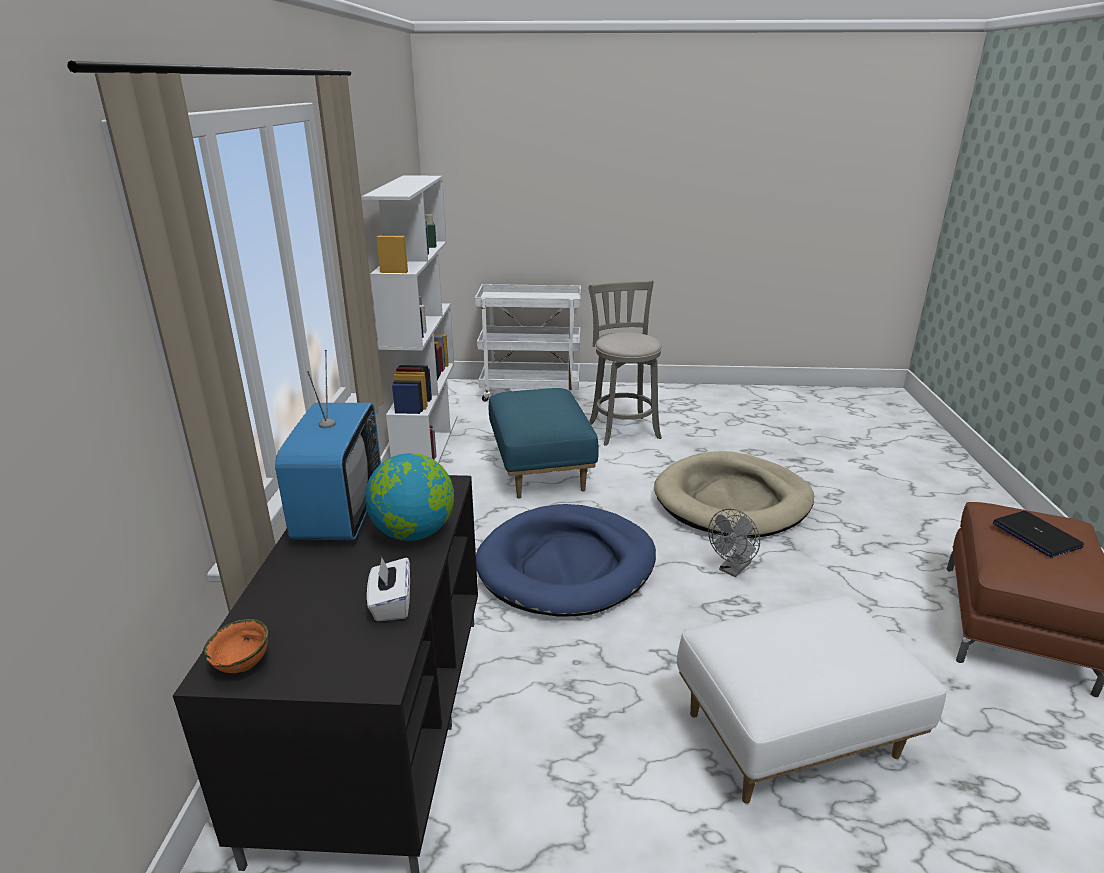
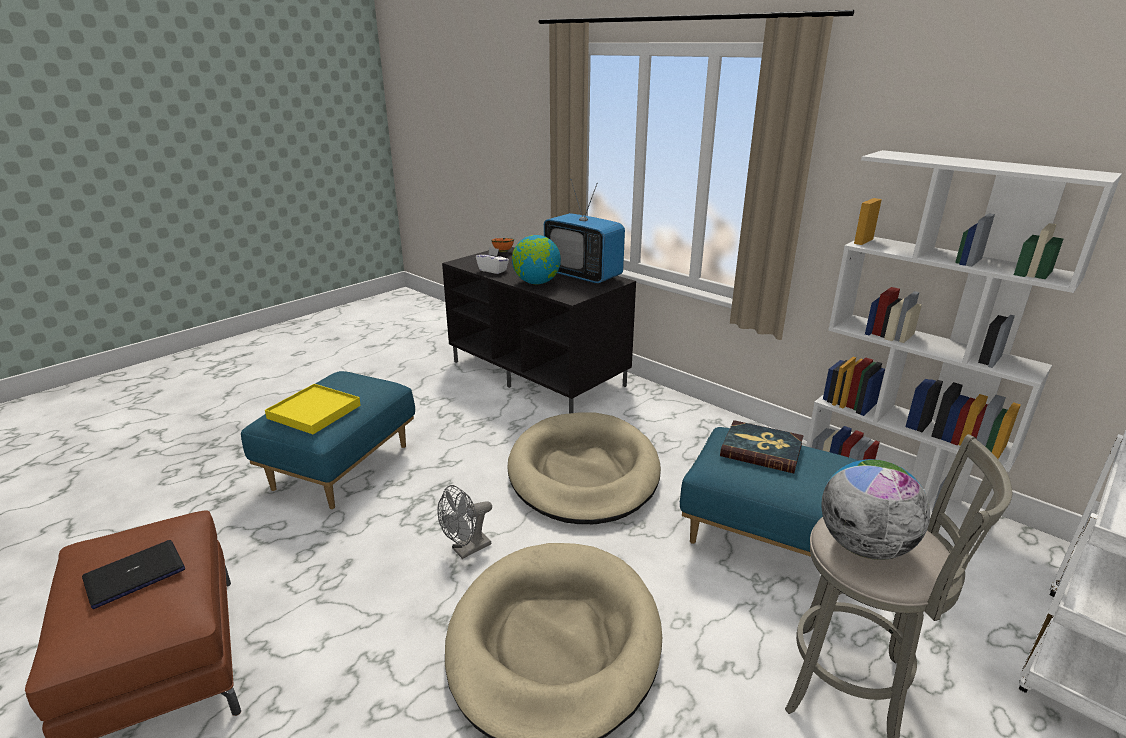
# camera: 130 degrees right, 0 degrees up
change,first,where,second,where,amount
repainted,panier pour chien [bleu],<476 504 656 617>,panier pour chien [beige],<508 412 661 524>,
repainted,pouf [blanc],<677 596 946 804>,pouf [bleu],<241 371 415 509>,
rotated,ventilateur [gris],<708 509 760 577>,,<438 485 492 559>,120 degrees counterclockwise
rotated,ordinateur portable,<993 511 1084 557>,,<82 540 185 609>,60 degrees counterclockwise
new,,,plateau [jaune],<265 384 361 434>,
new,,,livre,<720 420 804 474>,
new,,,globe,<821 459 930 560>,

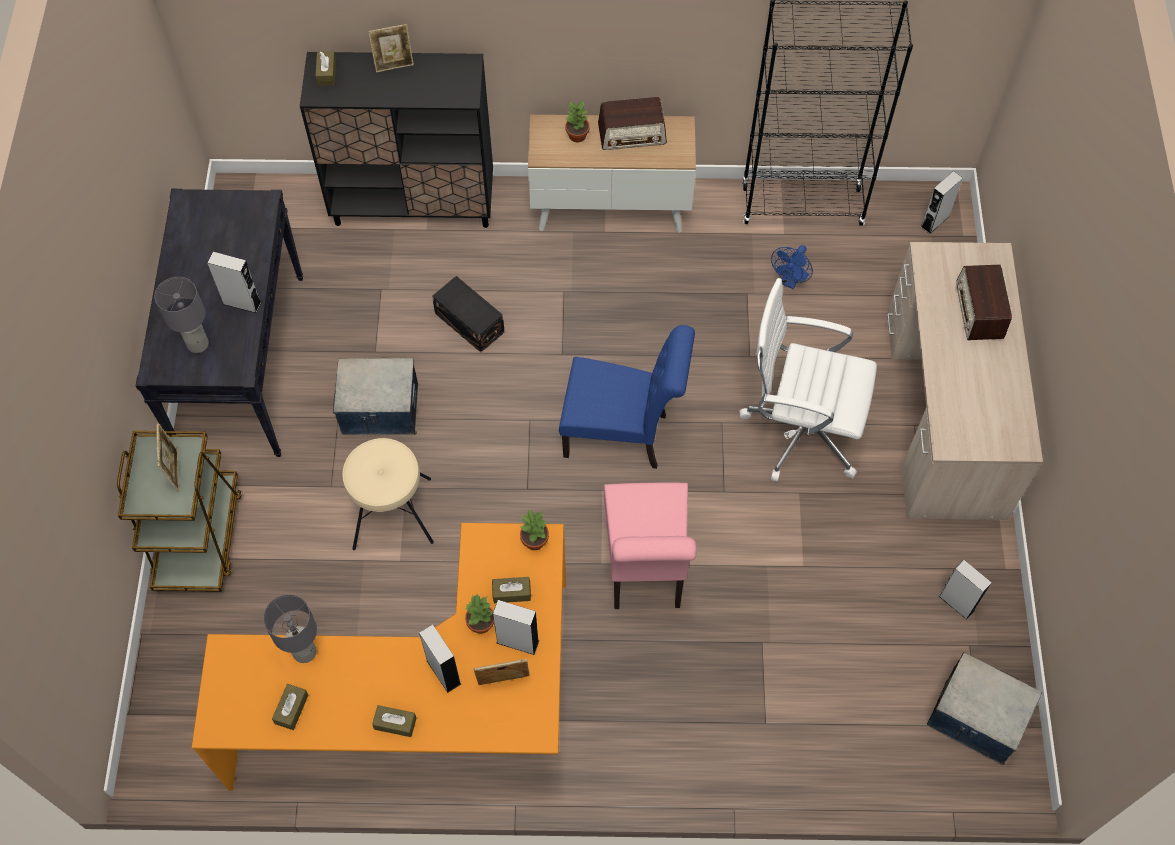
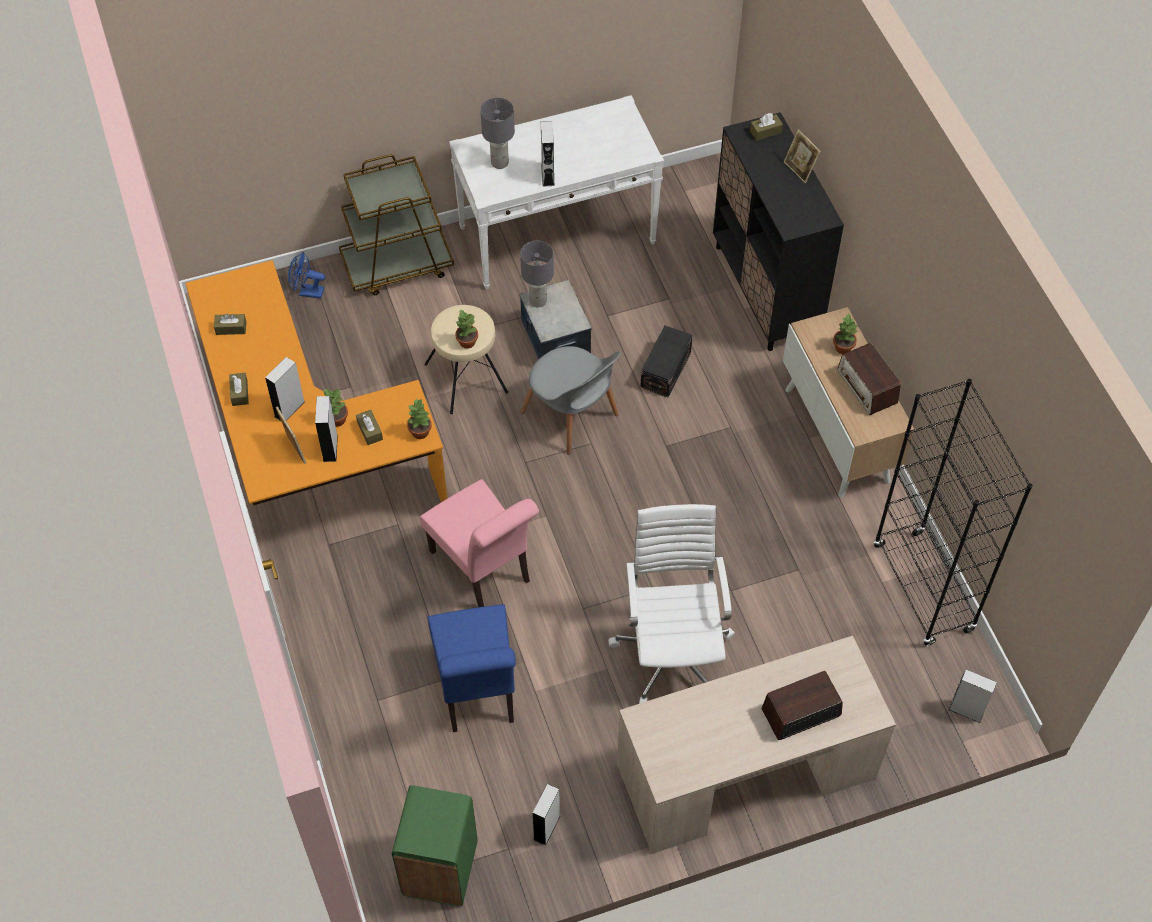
# camera: 70 degrees right, 5 degrees down
change,first,where,second,where,amount
repainted,table console [noir],<136 189 303 457>,table console [blanc],<449 95 664 289>,
gone,cadre photo,<156 423 179 492>,,,
shifted,lampe de table [gris],<263 594 317 663>,,<520 240 554 307>,
shifted,chaise [bleu],<559 325 695 469>,,<428 604 516 732>,
rotated,chaise [rose],<604 483 697 609>,,<420 479 539 607>,105 degrees counterclockwise
shifted,ventilateur [bleu],<771 245 813 289>,,<288 252 325 299>,
swapped,boîte de rangement,<927 652 1042 765>,poubelle [vert],<392 785 478 906>,
new,,,plante en pot,<455 309 478 349>,
new,,,chaise [gris],<521 346 621 455>,

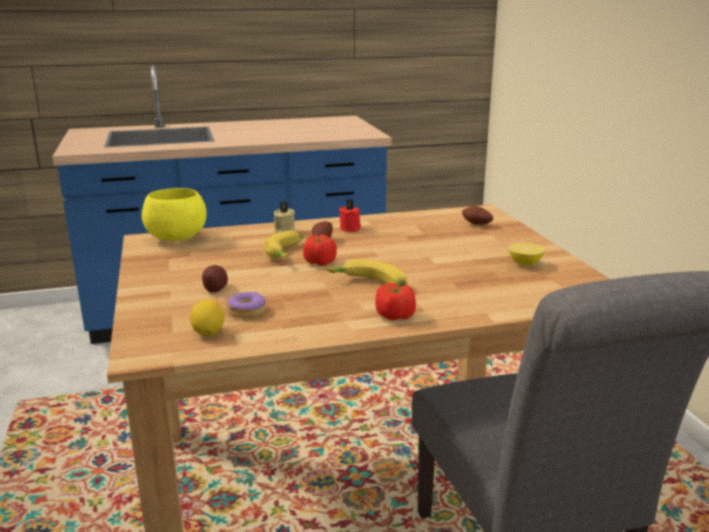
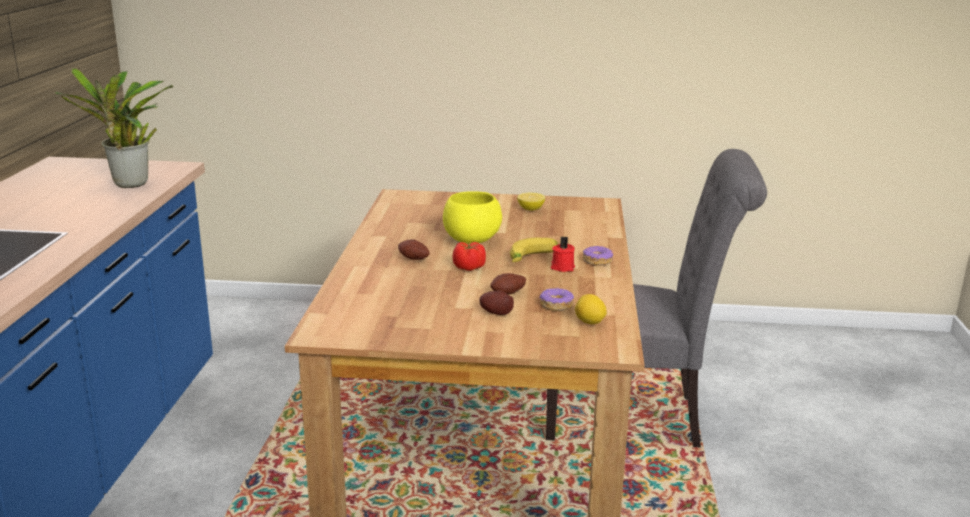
# camera: 70 degrees left, 0 degrees up
change,first,where,second,where,amount
shifted,bol [jaune],<142 188 207 241>,,<443 191 502 244>,
gone,banane,<264 231 303 260>,,,
gone,bougie [beige],<274 201 295 234>,,,
shifted,bougie [rouge],<339 199 361 232>,,<551 236 575 272>,
swapped,tomate,<375 283 416 320>,beignet,<583 246 613 266>,
shifted,pomme de terre,<462 206 493 225>,,<490 273 526 295>,
new,,,plante en pot,<55 68 173 188>,

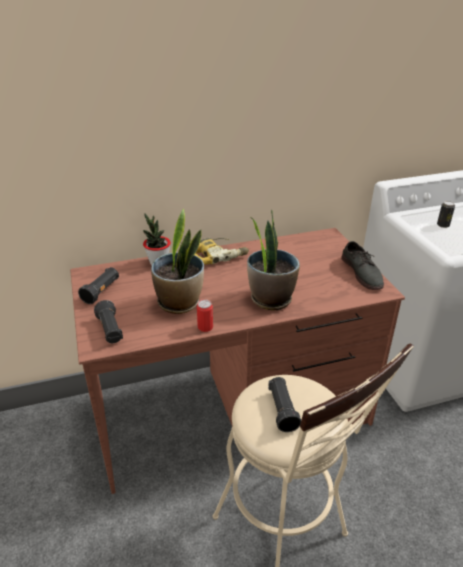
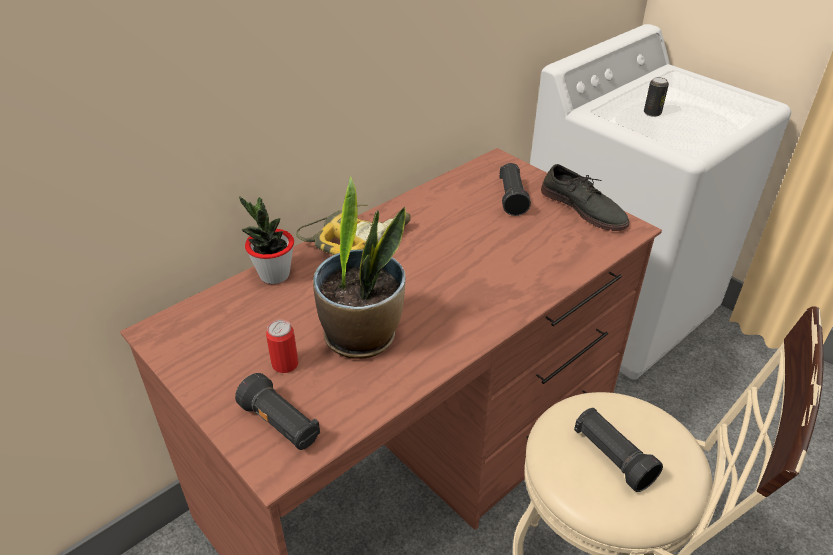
# camera: 25 degrees left, 5 degrees up
change,first,where,second,where,amount
shifted,lampe de poche [noir],<78 267 119 304>,,<499 163 531 216>,
shifted,boîte métallique,<197 299 213 332>,,<266 319 298 373>,
gone,plante en pot,<247 210 300 310>,,,

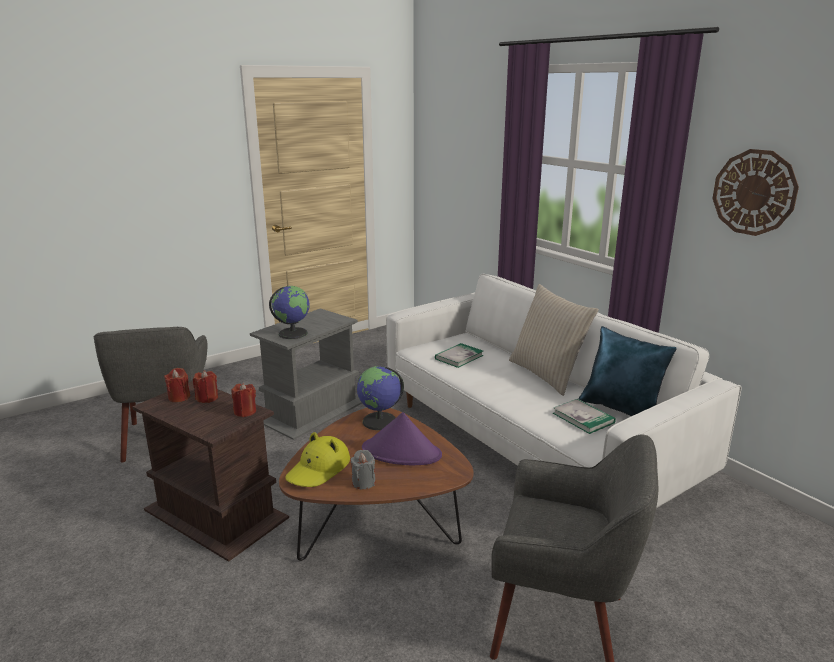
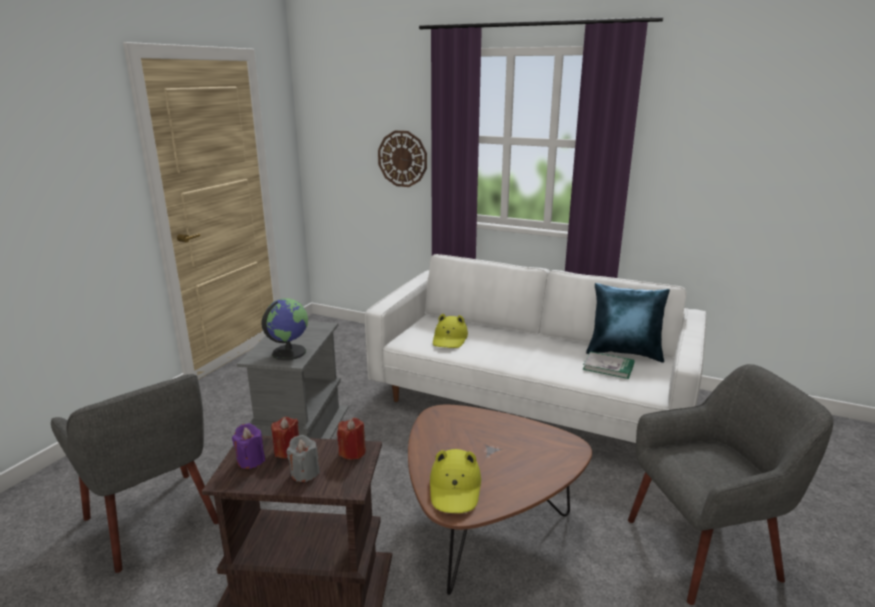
# camera: 30 degrees left, 0 degrees up
change,first,where,second,where,amount
repainted,bougie [rouge],<164 368 190 402>,bougie [violet],<232 423 265 469>,
shifted,bougie [gris],<350 450 376 489>,,<286 435 320 482>,
gone,globe,<357 366 404 430>,,,
gone,chapeau [violet],<362 412 442 465>,,,
swapped,livre,<435 343 484 368>,chapeau [jaune],<433 314 468 348>,
gone,coussin [beige],<509 284 599 396>,,,
shifted,horloge murale,<712 149 799 236>,,<378 130 427 187>,

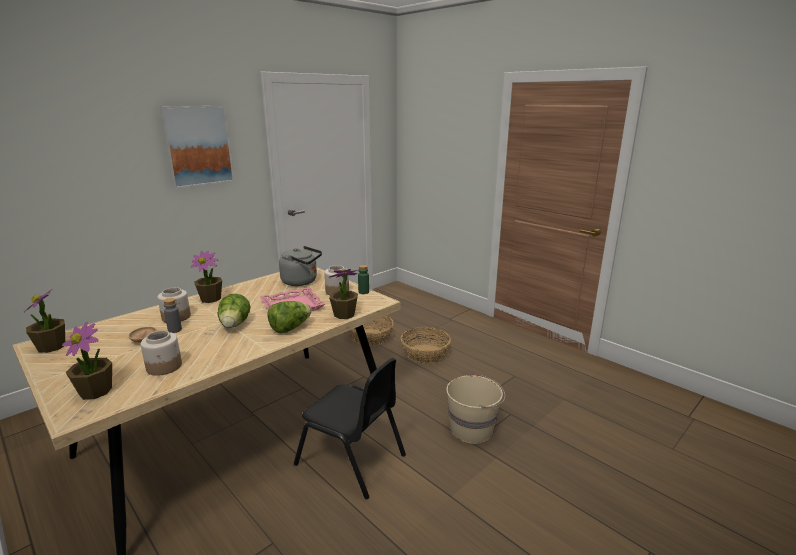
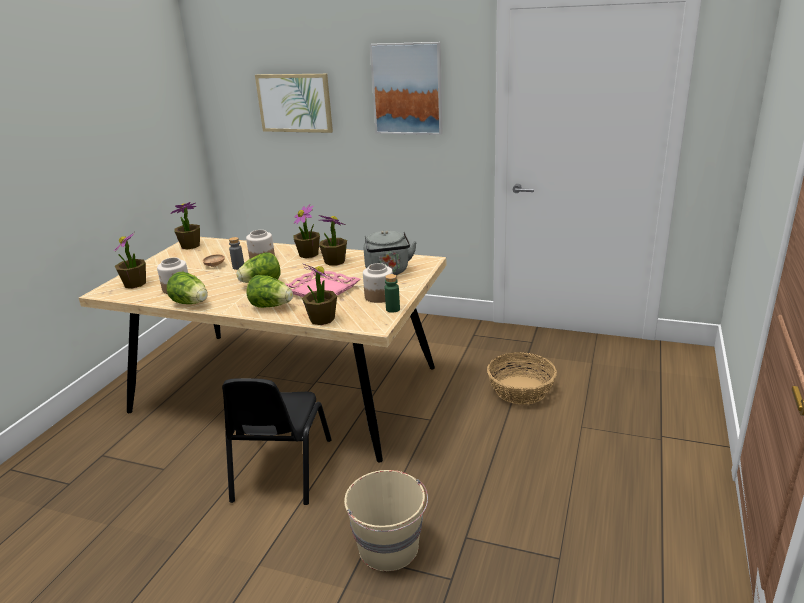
# camera: 65 degrees right, 5 degrees up
change,first,where,second,where,amount
gone,panier,<400 327 451 364>,,,
new,,,laitue,<167 272 208 304>,
new,,,tableau,<255 74 333 133>,
new,,,plante en pot,<318 215 347 266>,

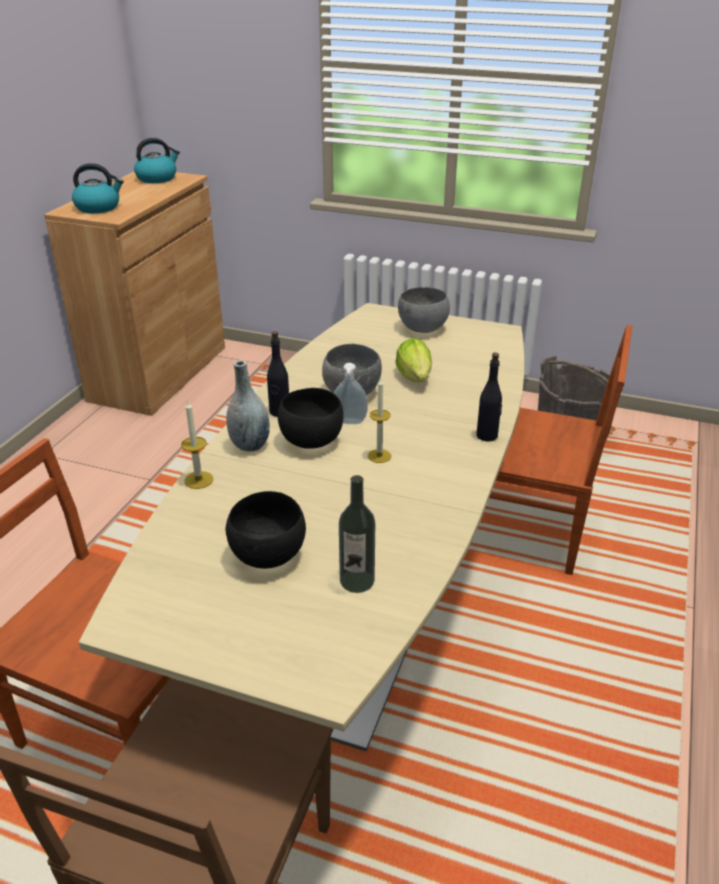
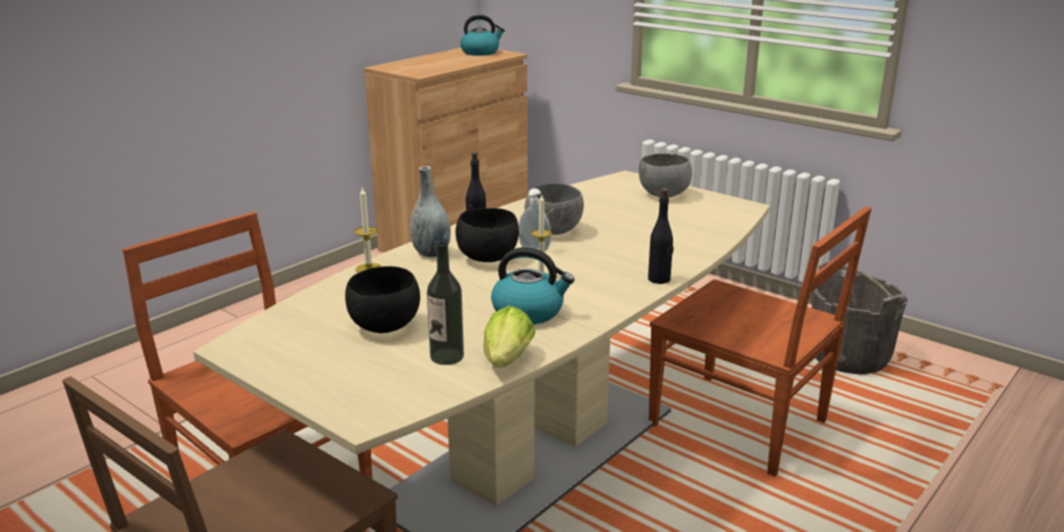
# camera: 20 degrees right, 10 degrees down
change,first,where,second,where,amount
shifted,bouilloire,<72 163 124 213>,,<491 247 575 324>,
shifted,laitue,<395 338 432 382>,,<484 306 535 367>,

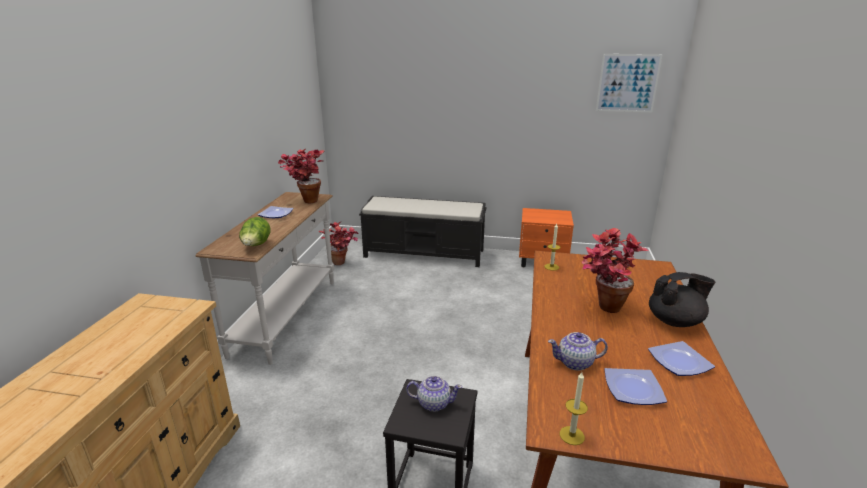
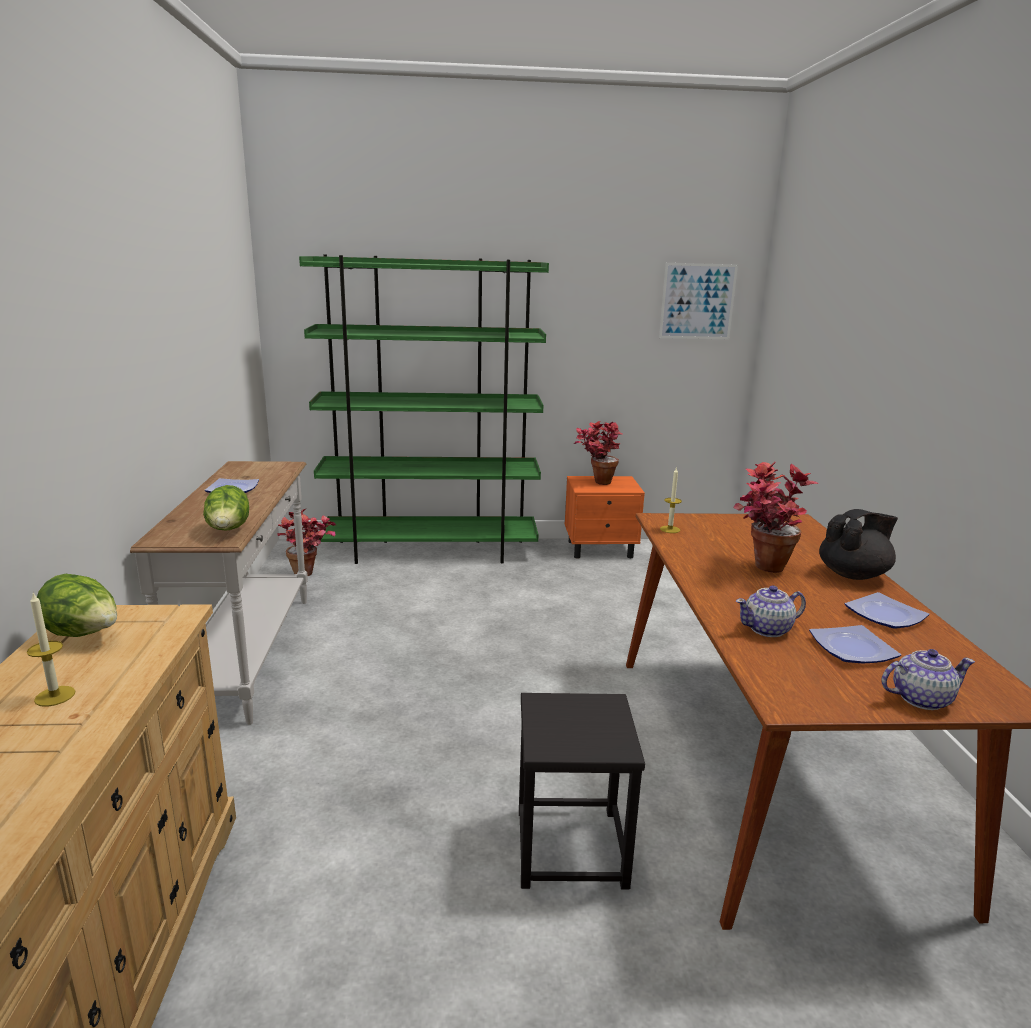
# camera: 15 degrees left, 5 degrees down
change,first,where,second,where,amount
shifted,plante en pot,<278 149 324 204>,,<573 421 624 485>,
swapped,banc [noir],<359 196 486 267>,bibliothèque [vert],<299 254 549 564>,
shifted,théière,<406 376 462 412>,,<881 649 975 710>,
shifted,bougie,<560 372 588 445>,,<27 593 75 707>,
new,,,laitue,<37 574 117 637>,

